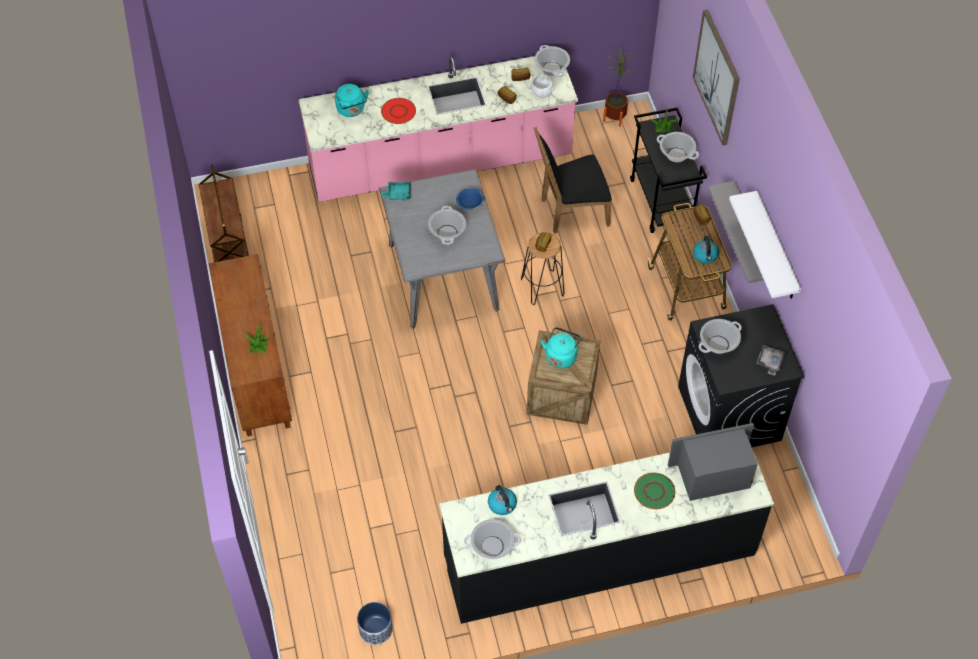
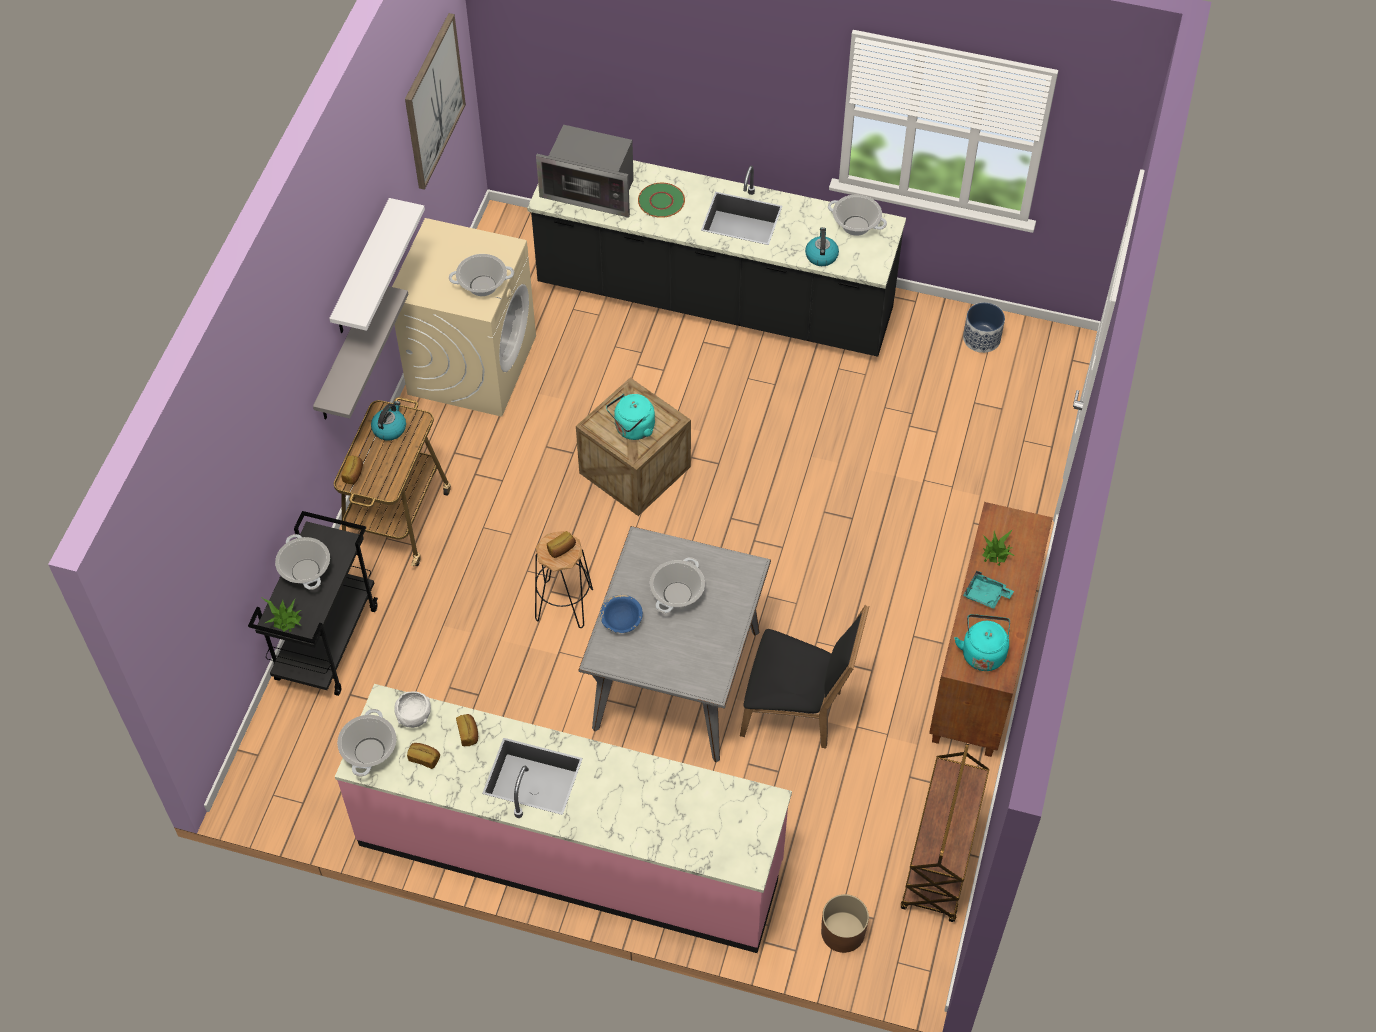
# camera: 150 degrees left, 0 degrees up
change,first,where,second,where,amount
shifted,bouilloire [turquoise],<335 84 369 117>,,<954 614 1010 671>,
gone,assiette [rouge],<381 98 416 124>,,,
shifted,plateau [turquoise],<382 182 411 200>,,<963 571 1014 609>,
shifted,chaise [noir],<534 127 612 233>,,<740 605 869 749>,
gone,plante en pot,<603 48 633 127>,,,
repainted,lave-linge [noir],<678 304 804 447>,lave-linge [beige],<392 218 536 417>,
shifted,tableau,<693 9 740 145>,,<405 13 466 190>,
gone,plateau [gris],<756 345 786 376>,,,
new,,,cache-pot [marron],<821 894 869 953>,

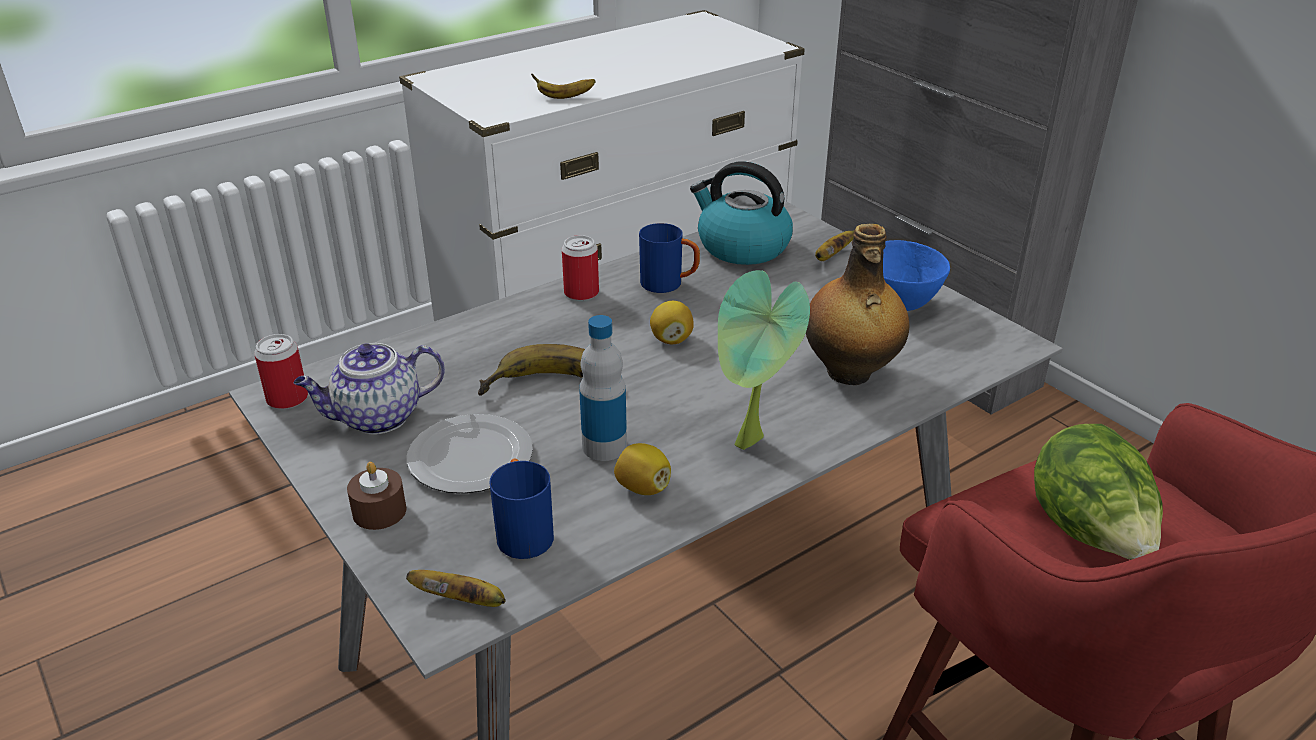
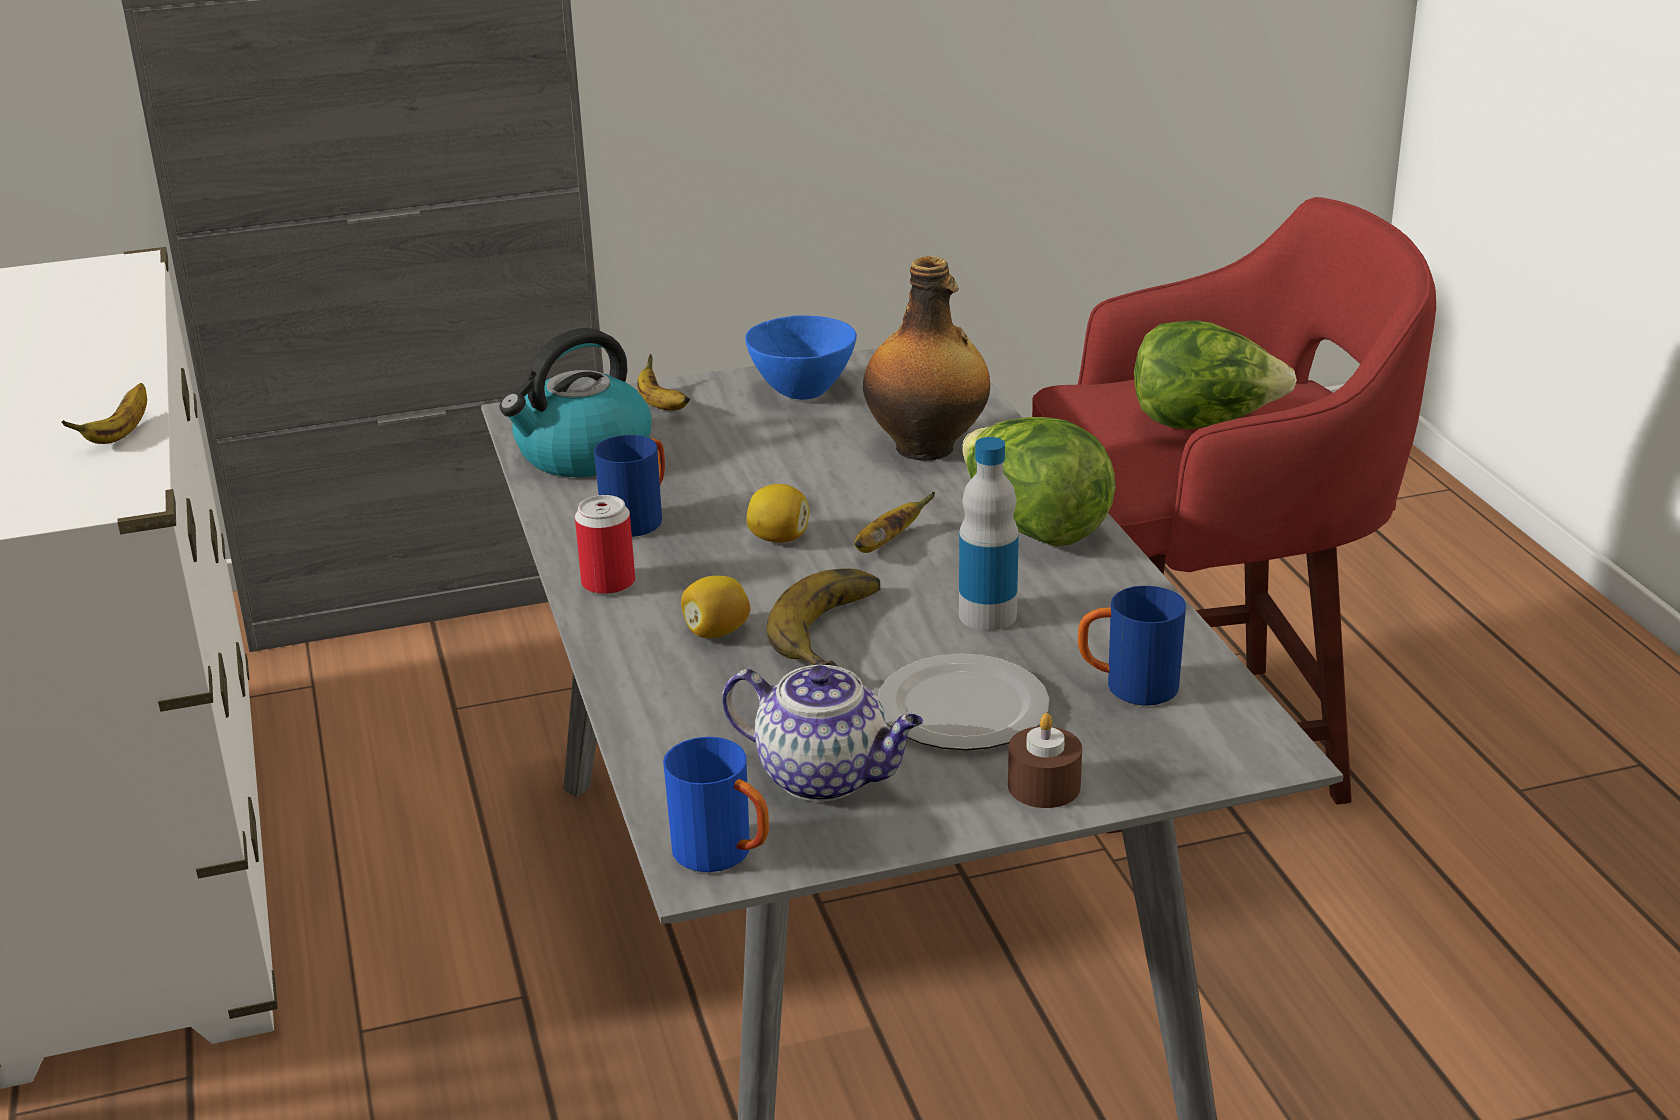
# camera: 70 degrees left, 5 degrees down
change,first,where,second,where,amount
swapped,boîte métallique,<254 334 308 409>,mug [bleu],<663 737 769 872>,
rotated,théière,<294 343 445 435>,,<722 665 923 802>,60 degrees counterclockwise
shifted,banane,<406 570 506 607>,,<854 492 935 553>,
shifted,citron,<614 443 671 495>,,<681 576 750 638>,
swapped,plante en pot,<718 270 810 450>,laitue,<962 417 1116 546>,

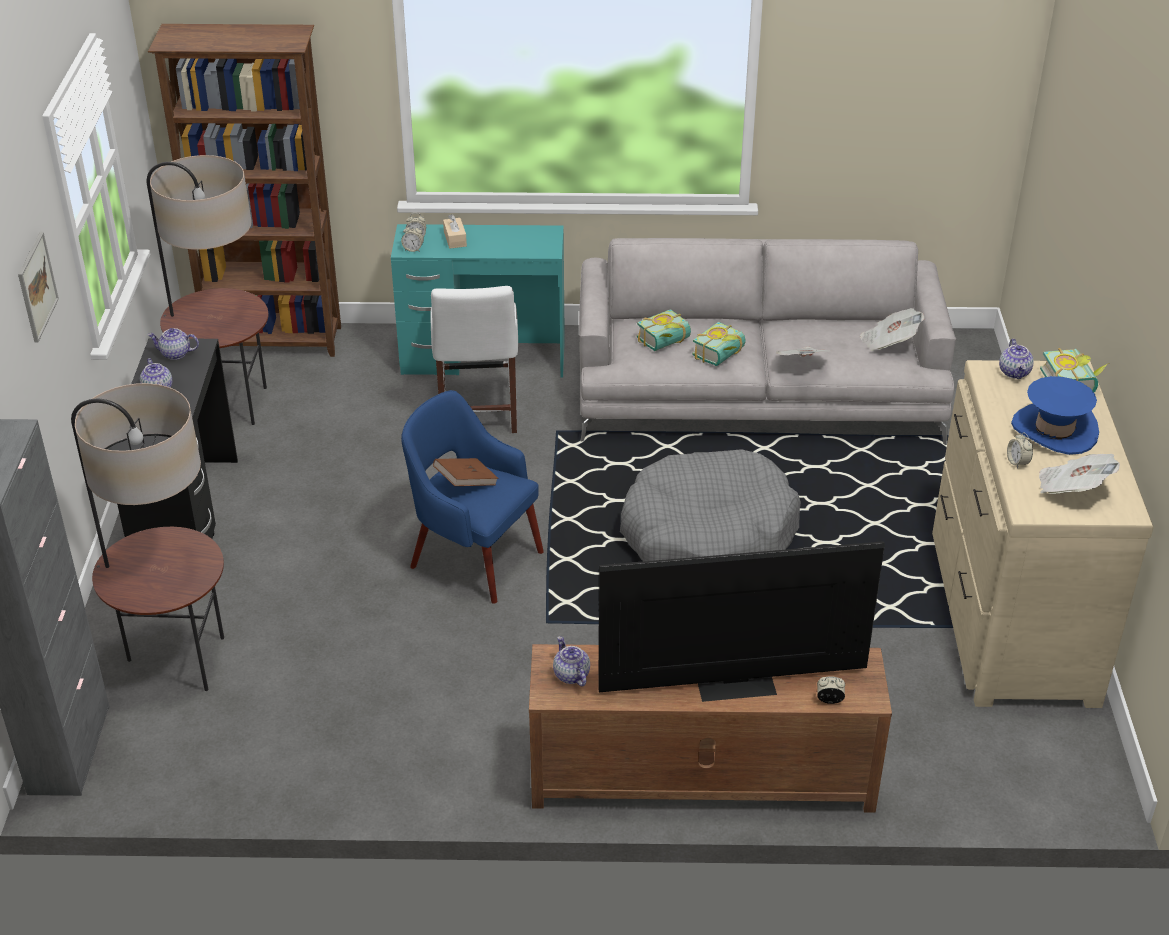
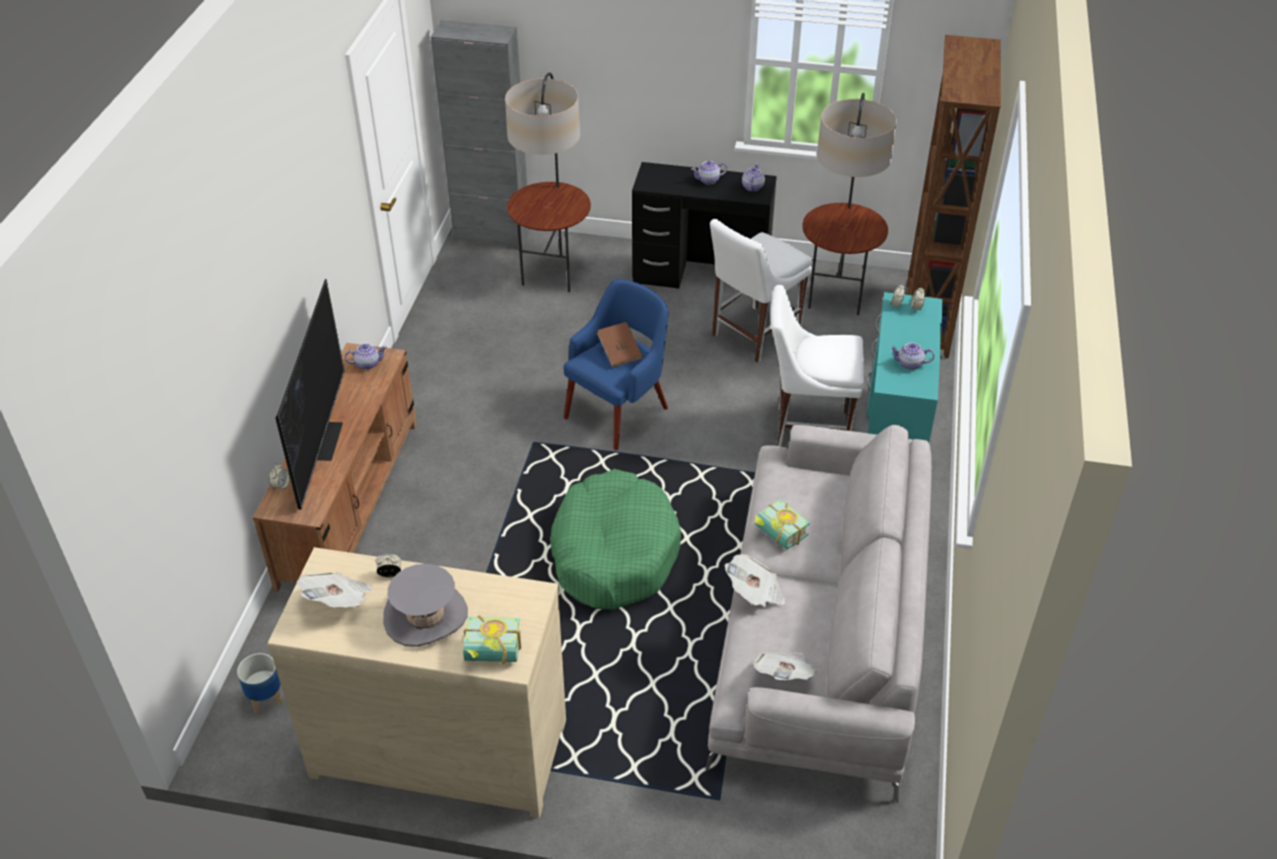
# camera: 100 degrees right, 5 degrees up
change,first,where,second,where,amount
gone,tableau,<18 232 59 342>,,,
gone,boîte à mouchoirs [beige],<443 214 467 249>,,,
repainted,panier pour chien [gris],<620 449 801 561>,panier pour chien [vert],<550 469 681 609>,
gone,livre,<637 309 691 351>,,,
shifted,théière,<999 339 1034 379>,,<890 343 935 370>,
repainted,chapeau [bleu],<1011 376 1099 455>,chapeau [gris],<383 564 468 647>,
new,,,cache-pot,<237 653 283 714>,
new,,,chaise [blanc],<710 219 812 363>,

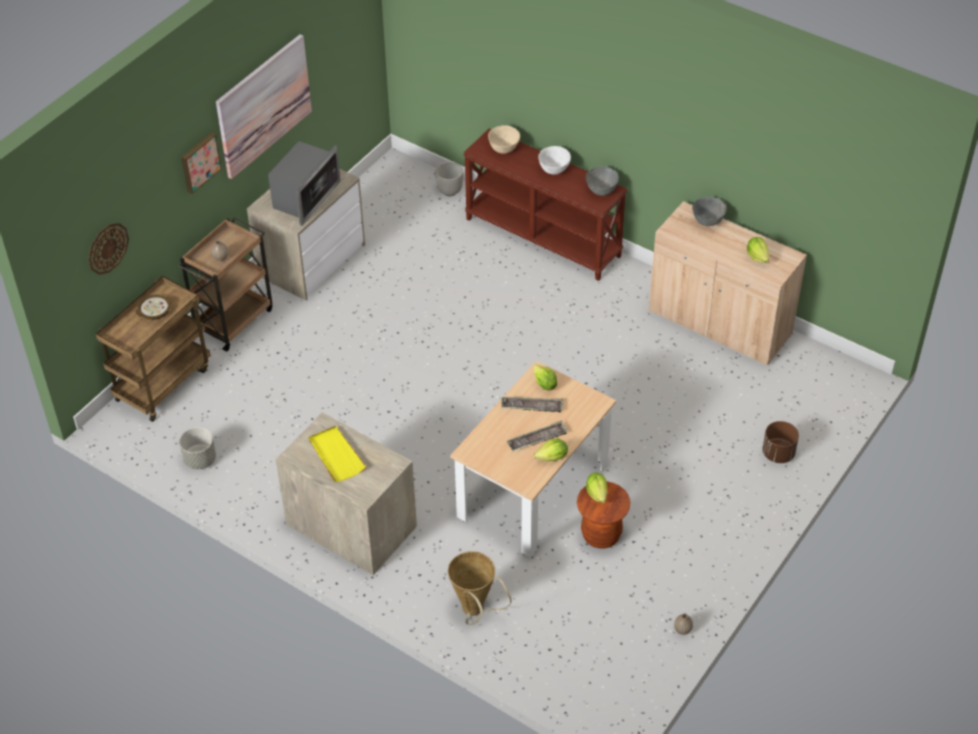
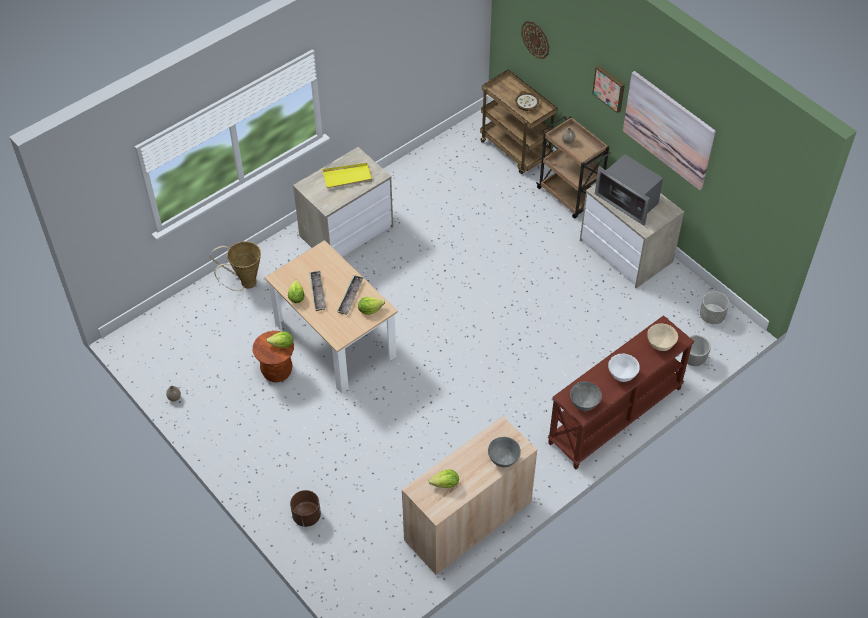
# camera: 105 degrees right, 5 degrees up
change,first,where,second,where,amount
shifted,cache-pot [gris],<179 427 216 470>,,<700 291 729 324>,

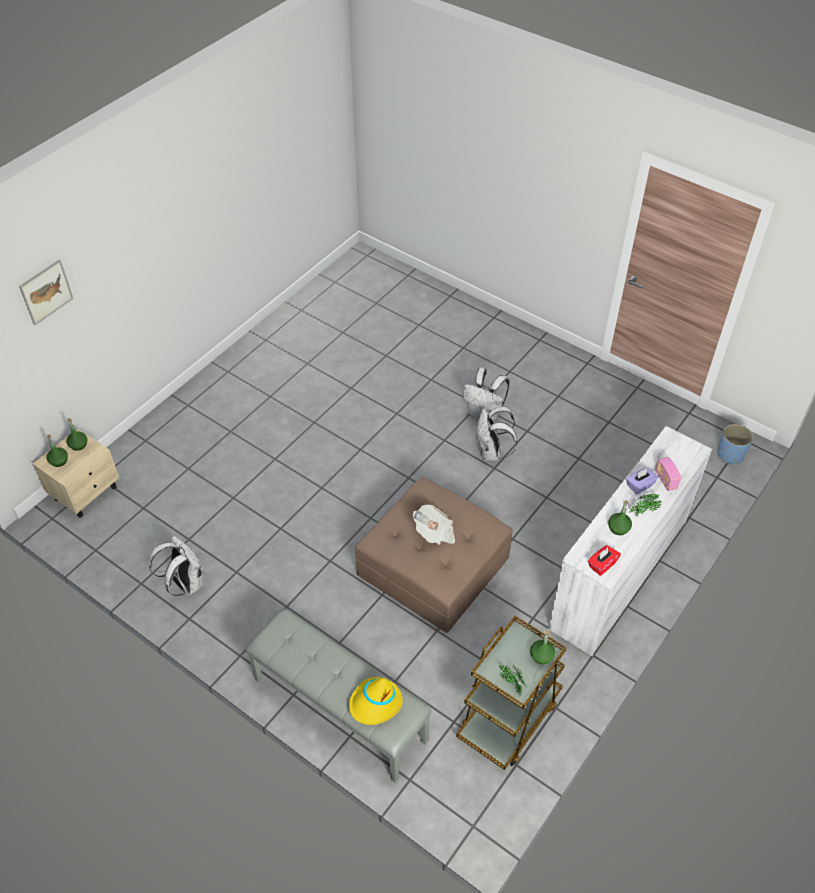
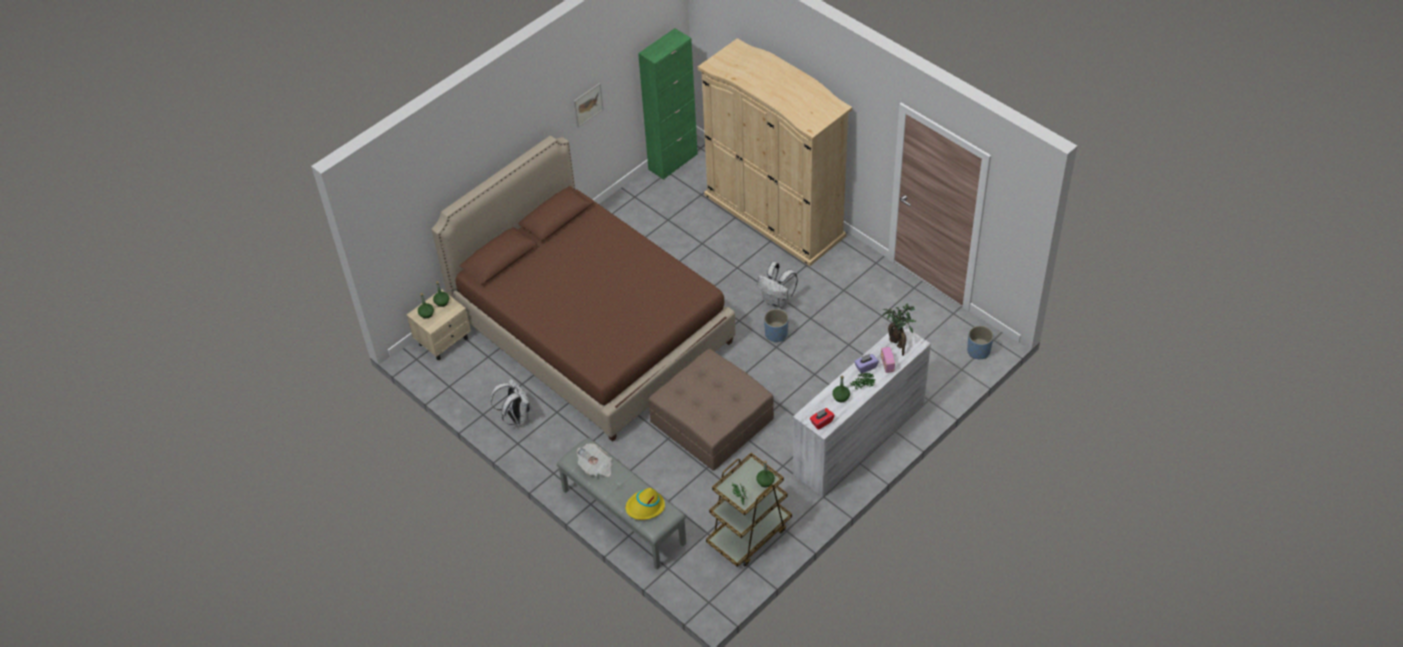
# camera: 10 degrees right, 0 degrees up
change,first,where,second,where,amount
shifted,tableau,<19 260 74 325>,,<574 83 604 127>,
shifted,journal,<413 505 455 545>,,<577 443 612 477>,
swapped,sac à dos [blanc],<476 407 517 461>,cache-pot [bleu],<764 309 789 342>,
new,,,lit [marron],<431 136 736 442>,
new,,,meuble de rangement [vert],<638 28 698 180>,
new,,,armoire [beige],<698 38 852 266>,
new,,,plante en pot,<882 303 916 356>,

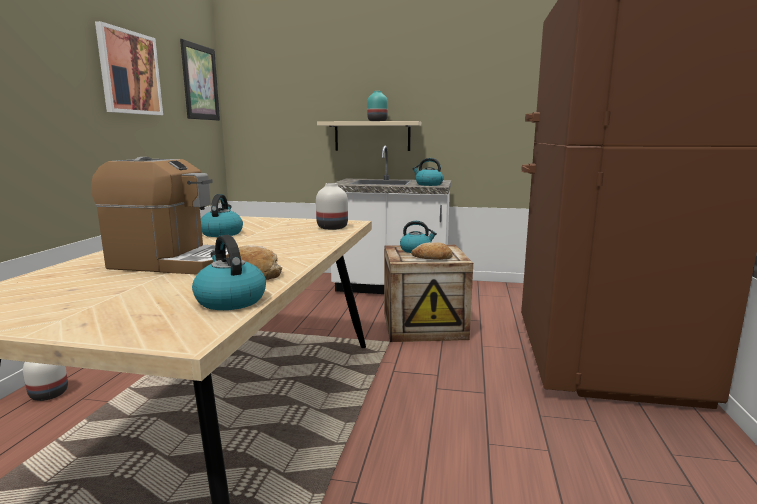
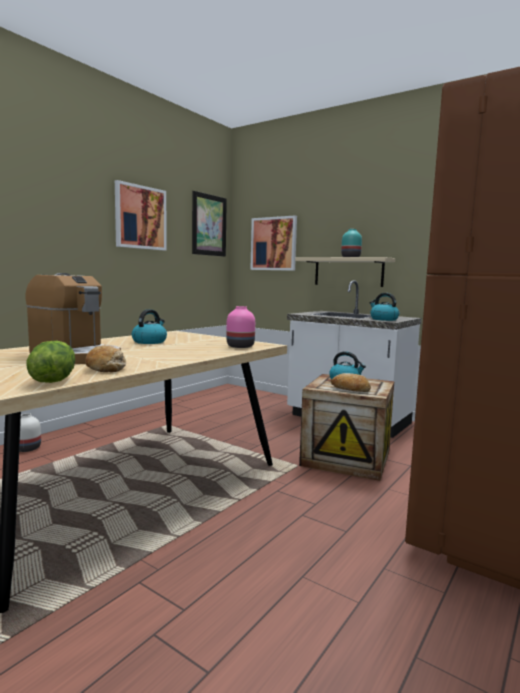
# camera: 25 degrees right, 5 degrees down
change,first,where,second,where,amount
swapped,bouilloire,<192 235 266 310>,laitue,<27 341 75 383>,
repainted,vase [blanc],<316 183 348 230>,vase [rose],<226 306 255 348>,
new,,,tableau,<250 215 297 271>,

